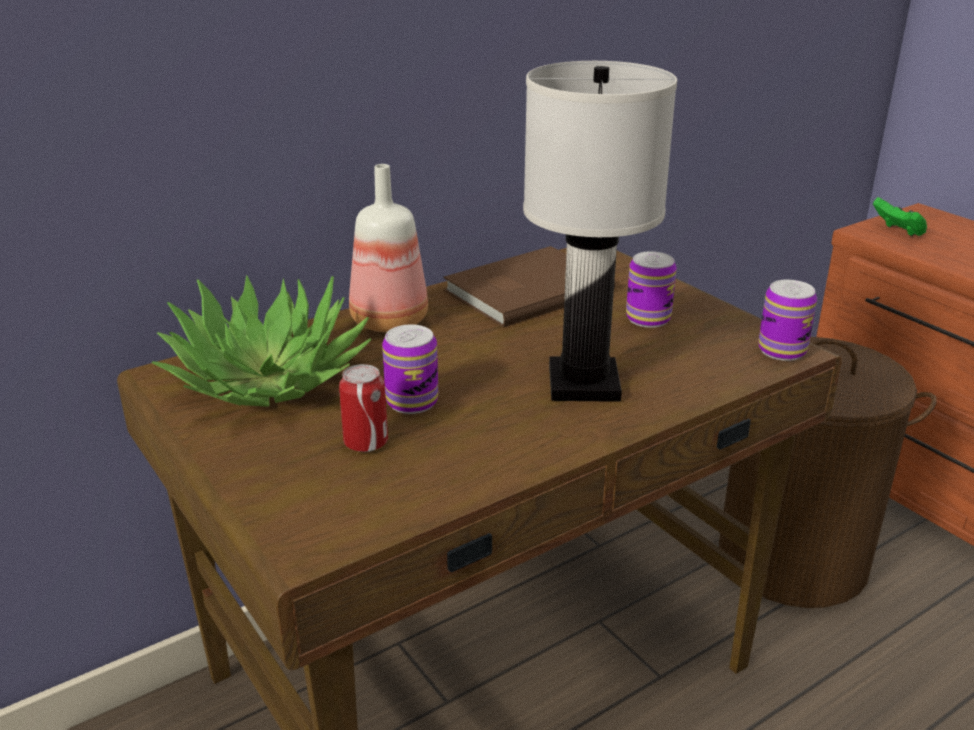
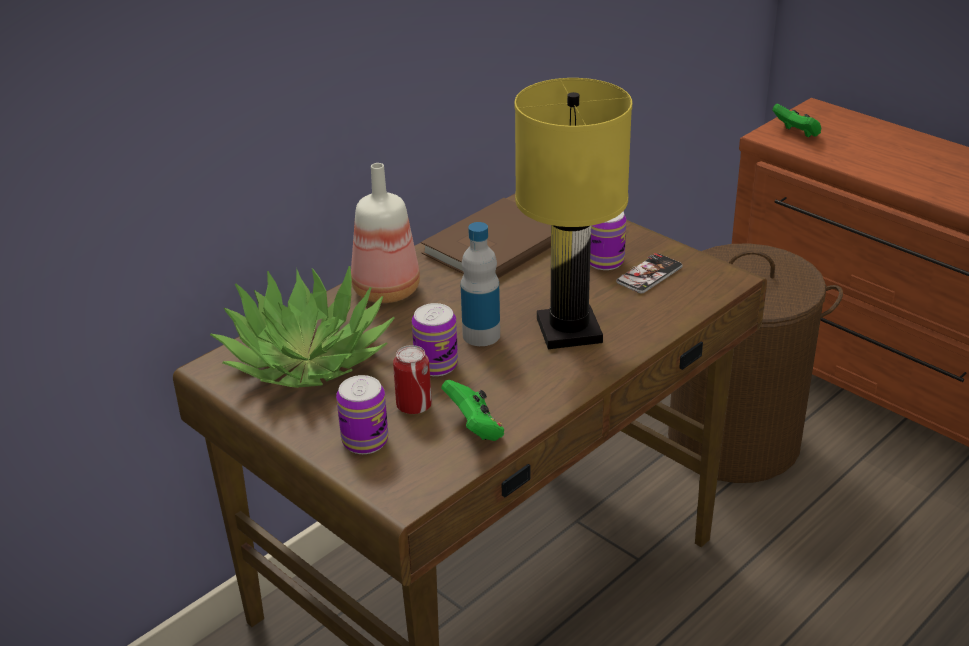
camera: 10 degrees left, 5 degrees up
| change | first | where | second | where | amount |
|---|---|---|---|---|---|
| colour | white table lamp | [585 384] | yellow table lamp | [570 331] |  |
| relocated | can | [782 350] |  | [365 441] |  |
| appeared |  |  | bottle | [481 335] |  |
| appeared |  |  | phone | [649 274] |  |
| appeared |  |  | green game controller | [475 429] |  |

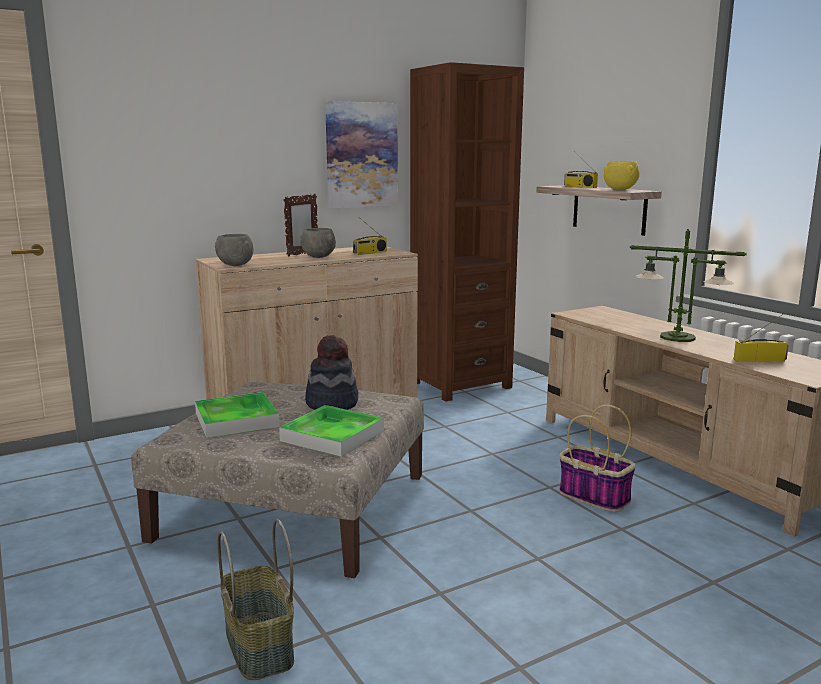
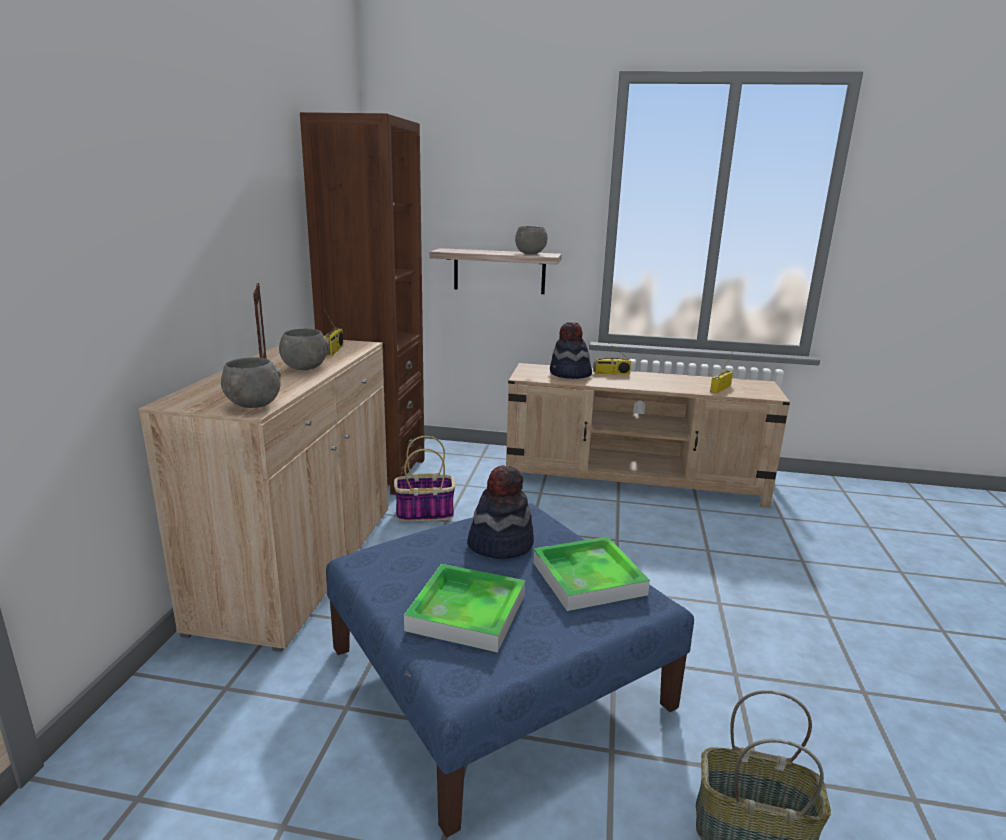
camera: 50 degrees left, 5 degrees up
| change | first | where | second | where | amount |
|---|---|---|---|---|---|
| missing | picture | [361 155] |  |  |  |
| relocated | radio | [579 187] |  | [611 373] |  |
| colour | yellow bowl | [620 190] | grey bowl | [530 254] |  |
| missing | table lamp | [678 337] |  |  |  |
| colour | beige ottoman | [294 506] | blue ottoman | [495 677] |  |
| relocated | basket | [592 496] |  | [424 513] |  |
| appeared |  |  | hat | [570 374] |  |

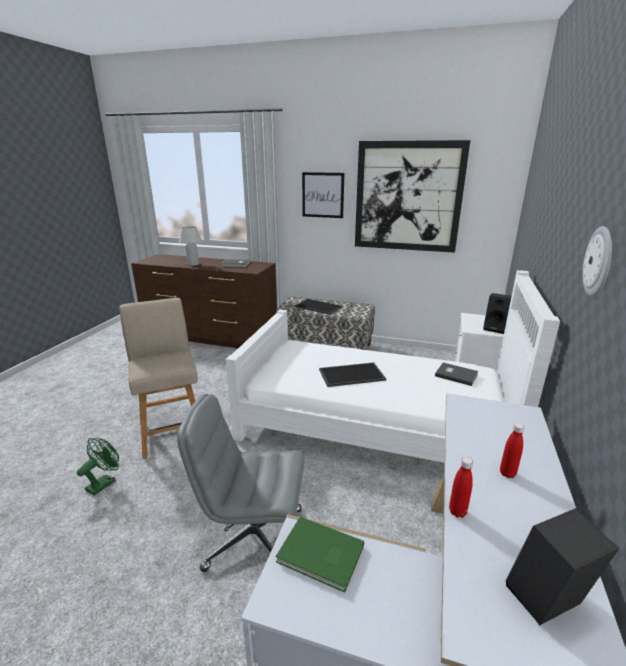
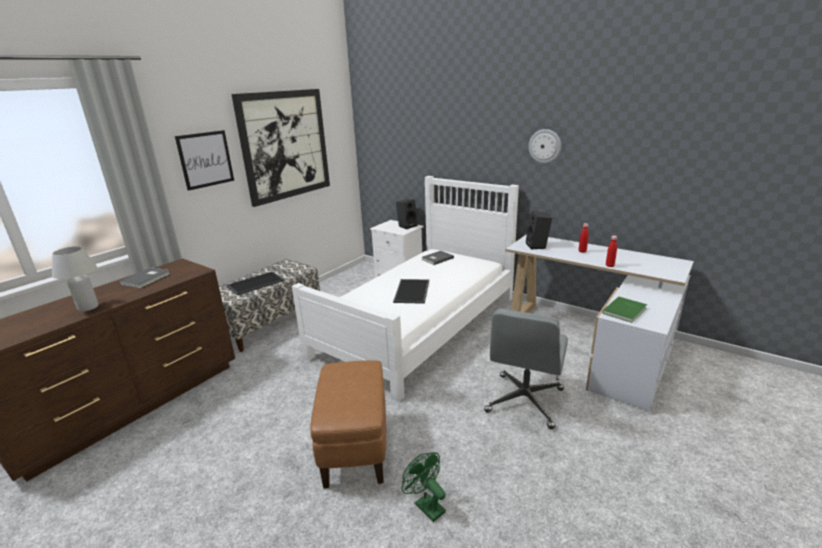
camera: 70 degrees left, 0 degrees up
| change | first | where | second | where | amount |
|---|---|---|---|---|---|
| exchanged | beige chair | [172 430] | brown ottoman | [355 448] |  |
| relocated | black speaker | [546 602] |  | [538 246] |  |

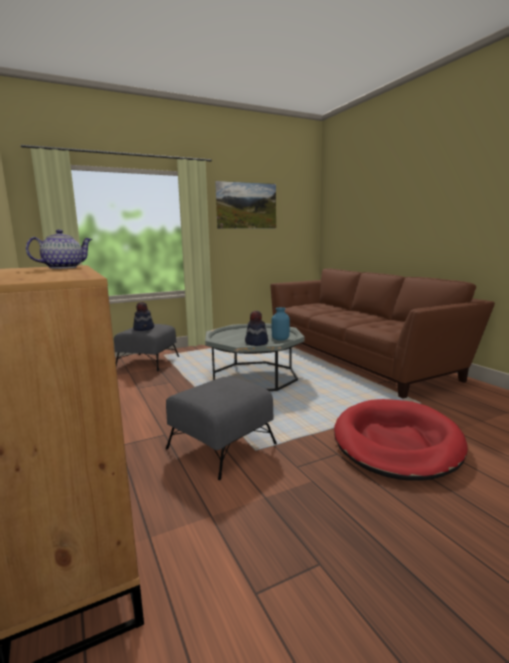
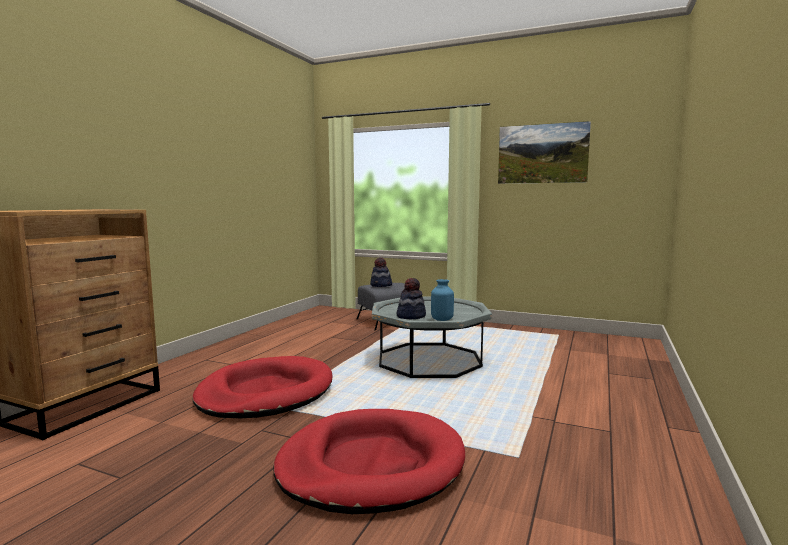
camera: 50 degrees right, 5 degrees down
| change | first | where | second | where | amount |
|---|---|---|---|---|---|
| missing | teapot | [63 268] |  |  |  |
| missing | brown sofa | [358 357] |  |  |  |
| exchanged | grey ottoman | [220 446] | red dog bed | [266 393] |  |

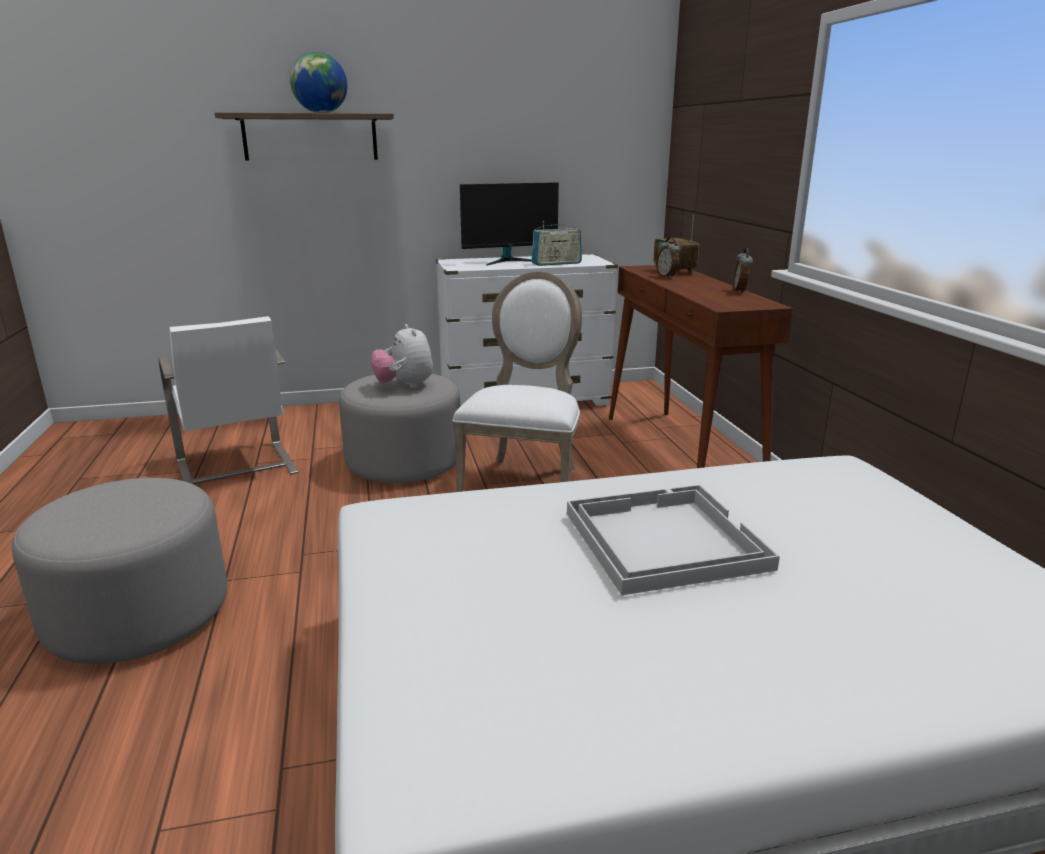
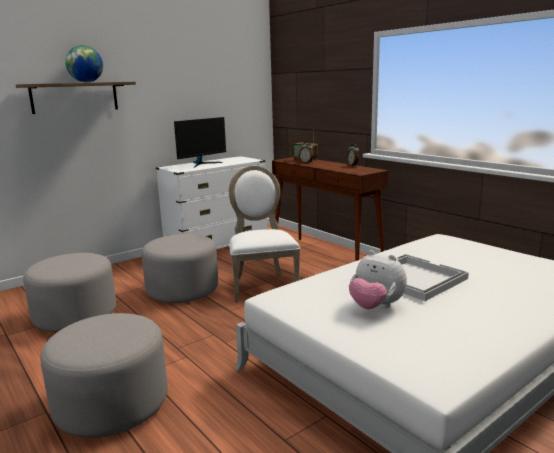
camera: 25 degrees left, 5 degrees down
| change | first | where | second | where | amount |
|---|---|---|---|---|---|
| missing | radio | [556 263] |  |  |  |
| exchanged | white chair | [236 468] | grey ottoman | [75 316] |  |
| relocated | plush toy | [404 386] |  | [375 307] |  |

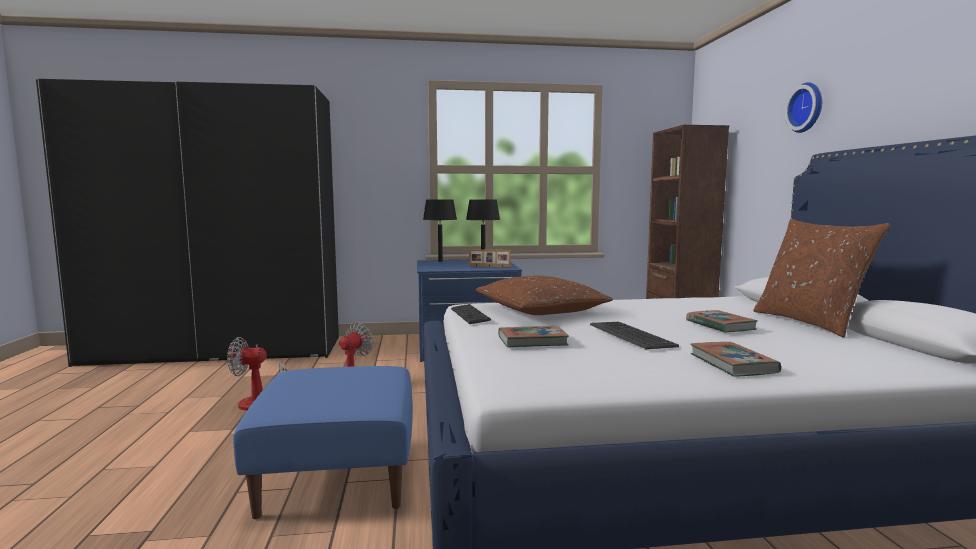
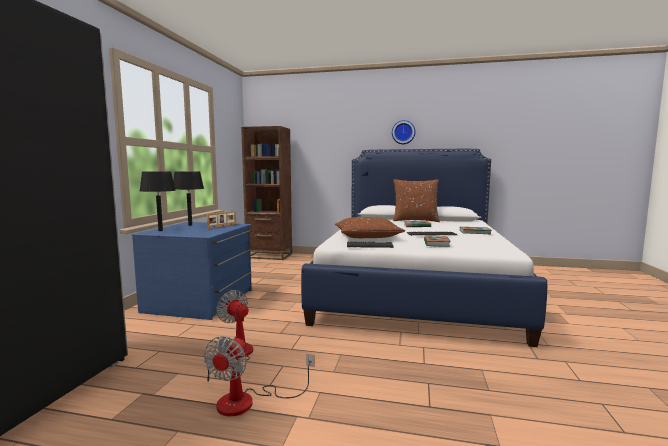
camera: 70 degrees left, 0 degrees up
| change | first | where | second | where | amount |
|---|---|---|---|---|---|
| relocated | wall clock | [807 108] |  | [403 132] |  |
| missing | blue ottoman | [338 475] |  |  |  |

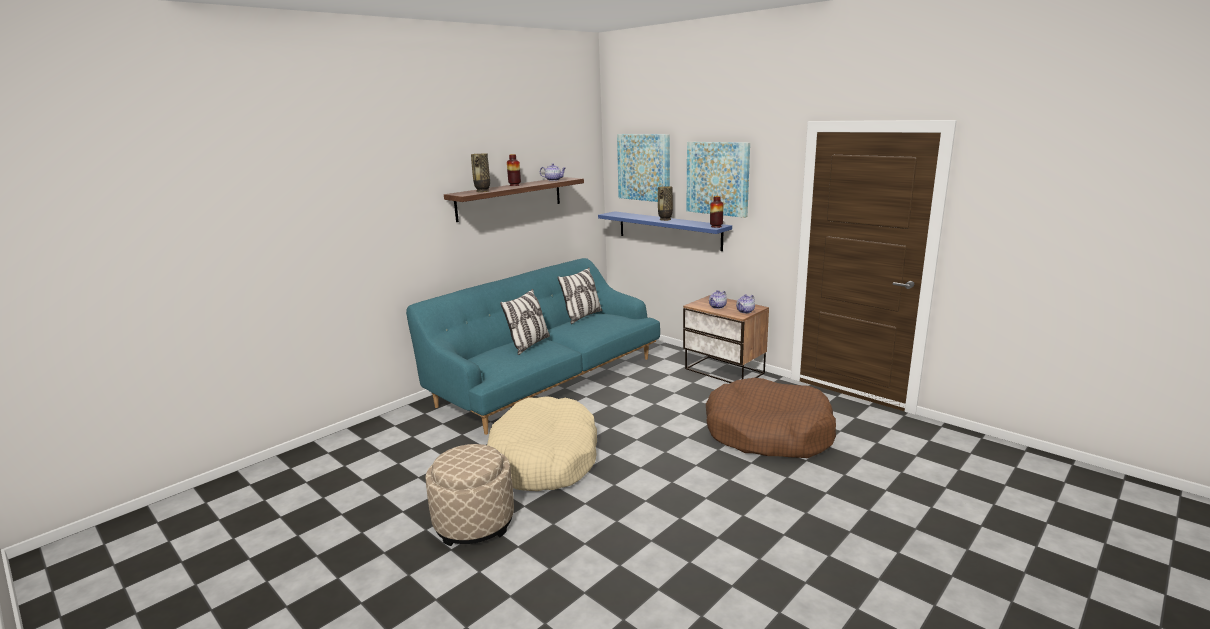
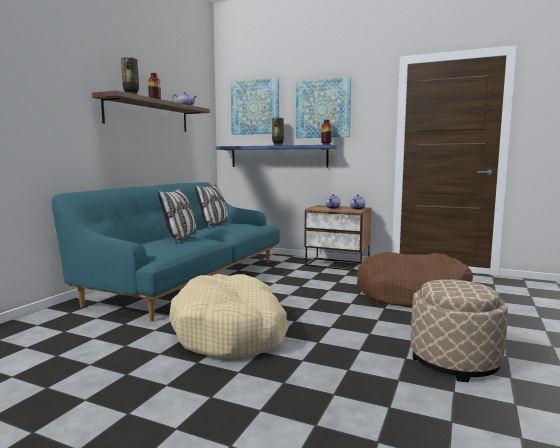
camera: 20 degrees left, 10 degrees down
| change | first | where | second | where | amount |
|---|---|---|---|---|---|
| relocated | beige ottoman | [474 522] |  | [454 361] |  |

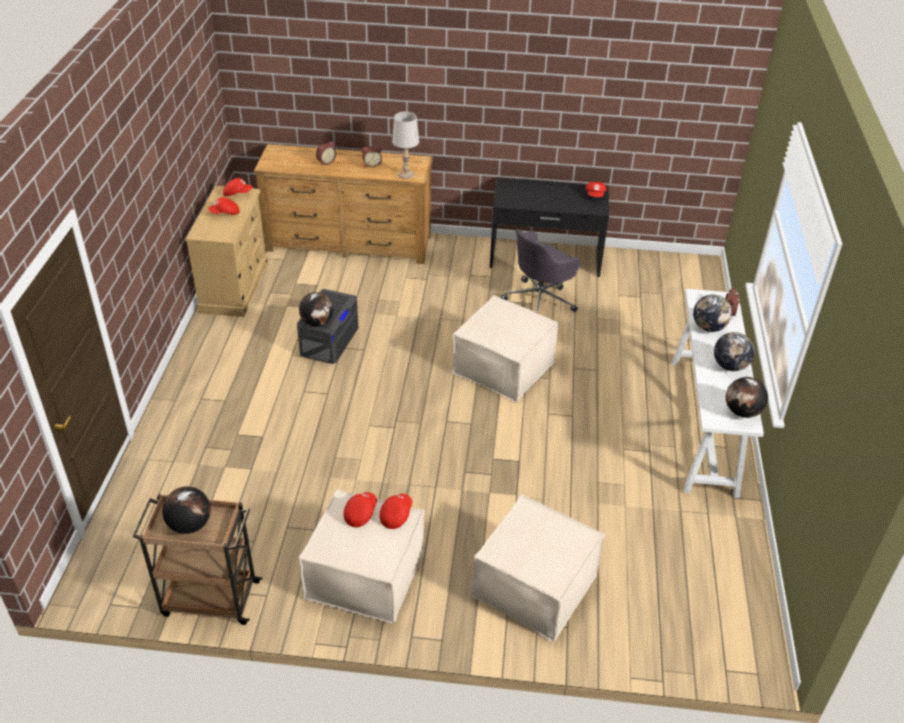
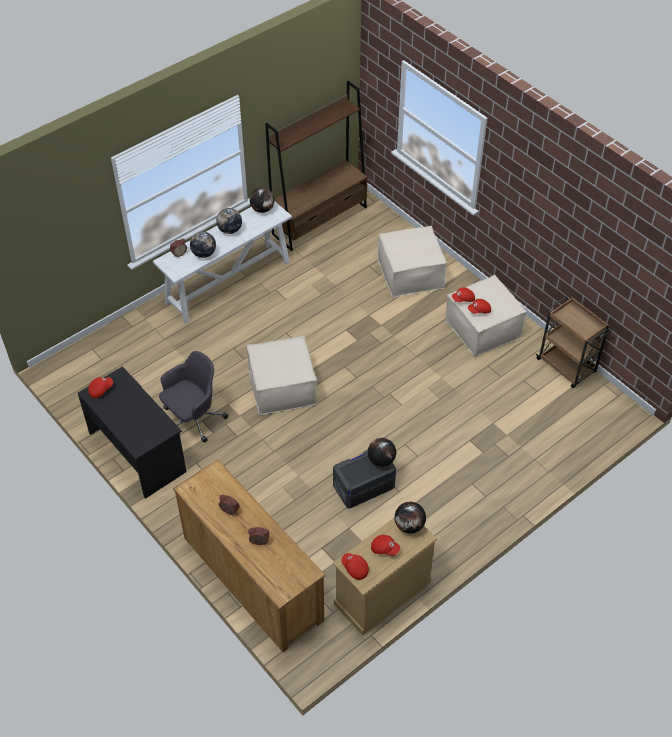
camera: 135 degrees left, 10 degrees up
| change | first | where | second | where | amount |
|---|---|---|---|---|---|
| missing | white table lamp | [406 174] |  |  |  |
| spun | grey office chair | [540 300] |  | [193 419] | 45 degrees counterclockwise |
| relocated | globe | [189 525] |  | [409 526] |  |
| appeared |  |  | brown bookcase | [320 220] |  |

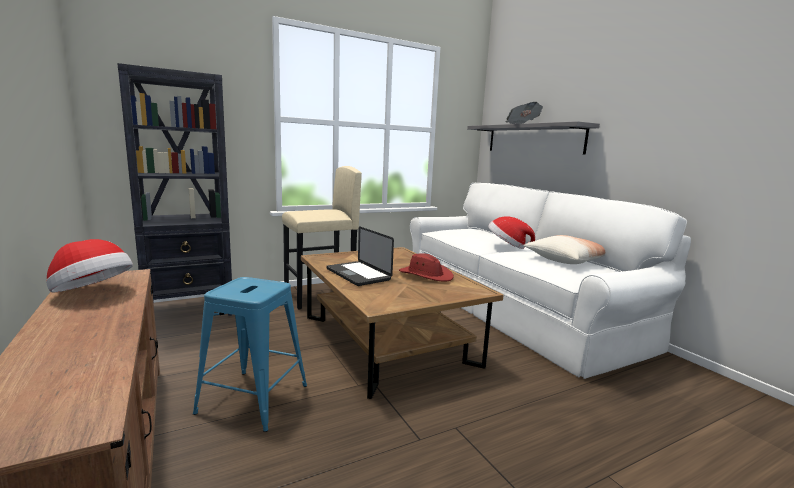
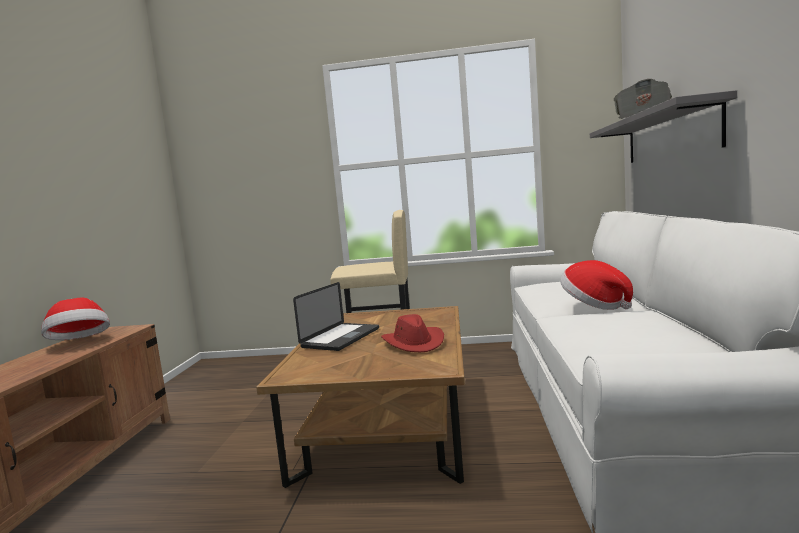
camera: 35 degrees right, 5 degrees down
| change | first | where | second | where | amount |
|---|---|---|---|---|---|
| missing | black bookcase | [191 310] |  |  |  |
| spun | laptop | [358 274] |  | [341 338] | 150 degrees counterclockwise |
| missing | pillow | [566 260] |  |  |  |
| missing | blue stool | [253 398] |  |  |  |

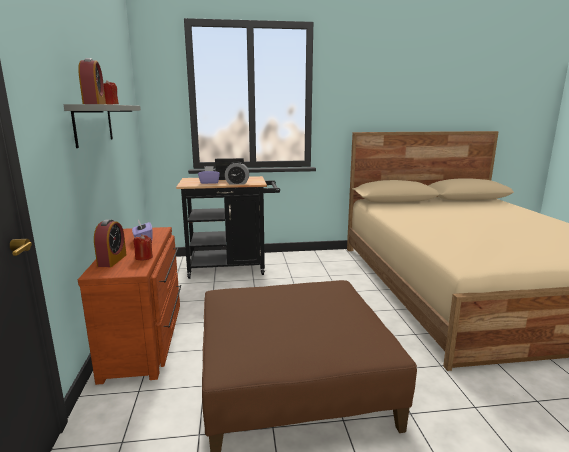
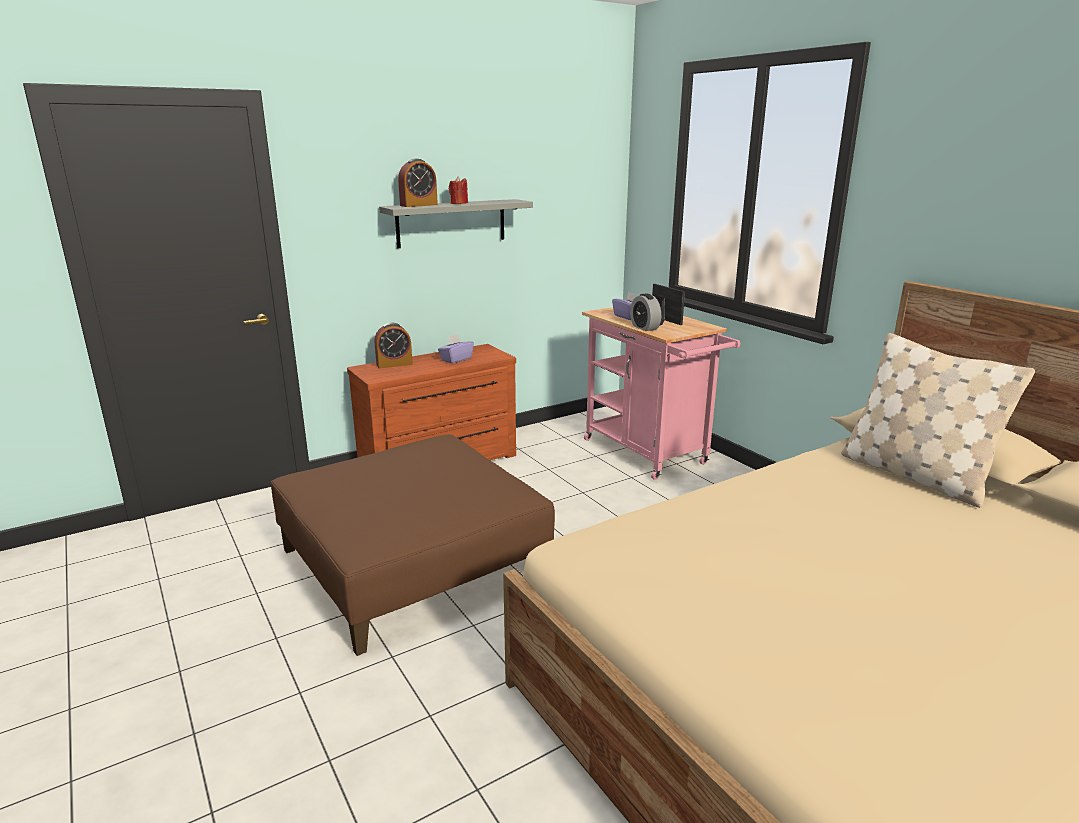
camera: 65 degrees right, 5 degrees up
| change | first | where | second | where | amount |
|---|---|---|---|---|---|
| colour | black cart | [232 268] | pink cart | [650 454] |  |
| missing | red candle | [144 257] |  |  |  |
| appeared |  |  | beige pillow | [914 475] |  |

